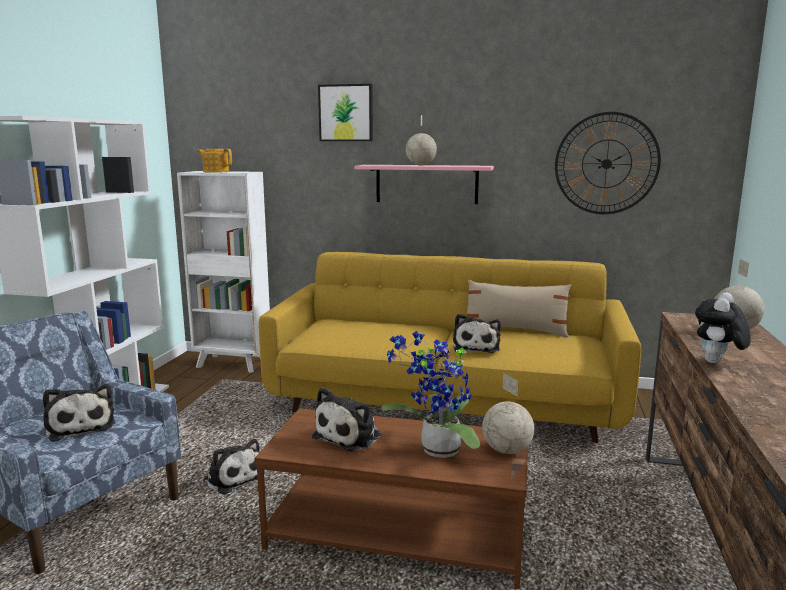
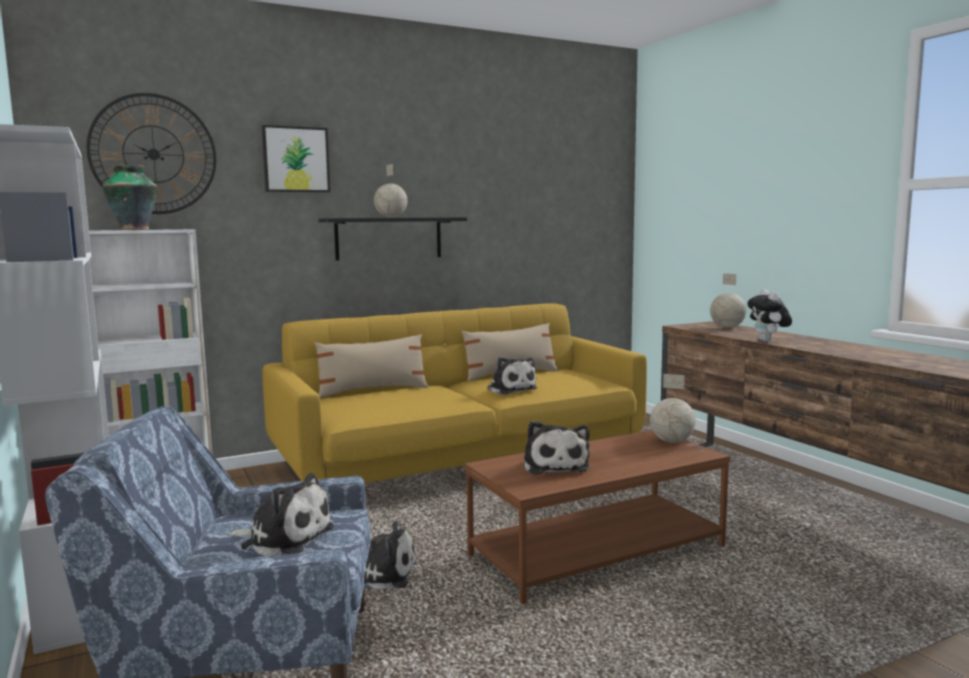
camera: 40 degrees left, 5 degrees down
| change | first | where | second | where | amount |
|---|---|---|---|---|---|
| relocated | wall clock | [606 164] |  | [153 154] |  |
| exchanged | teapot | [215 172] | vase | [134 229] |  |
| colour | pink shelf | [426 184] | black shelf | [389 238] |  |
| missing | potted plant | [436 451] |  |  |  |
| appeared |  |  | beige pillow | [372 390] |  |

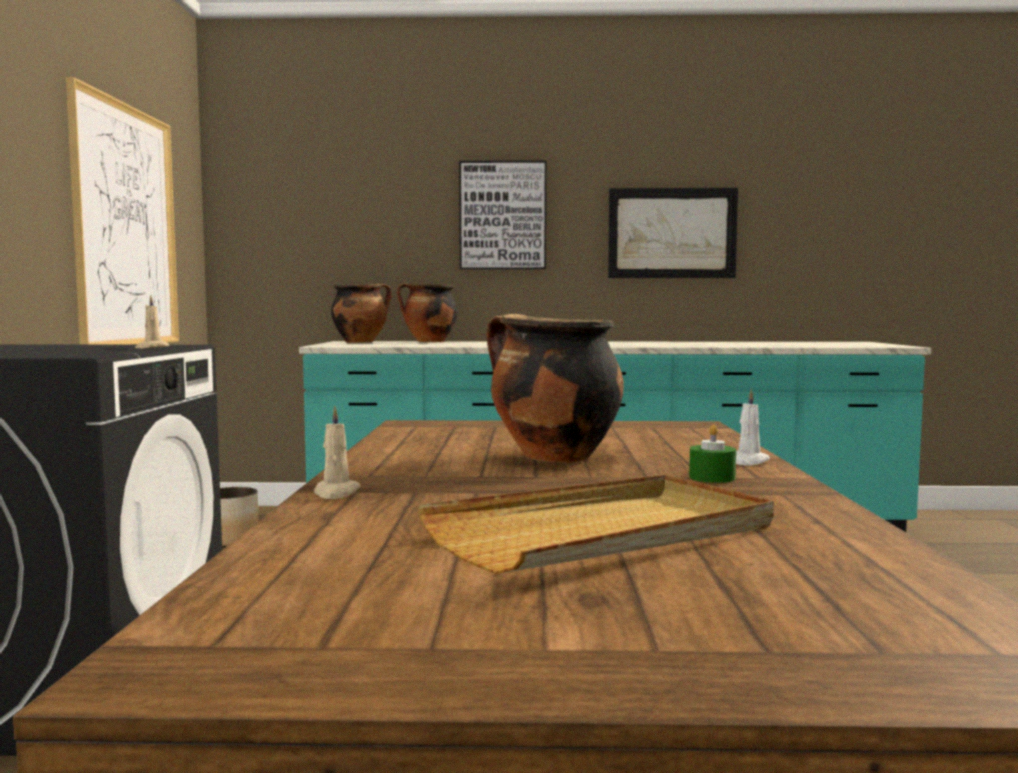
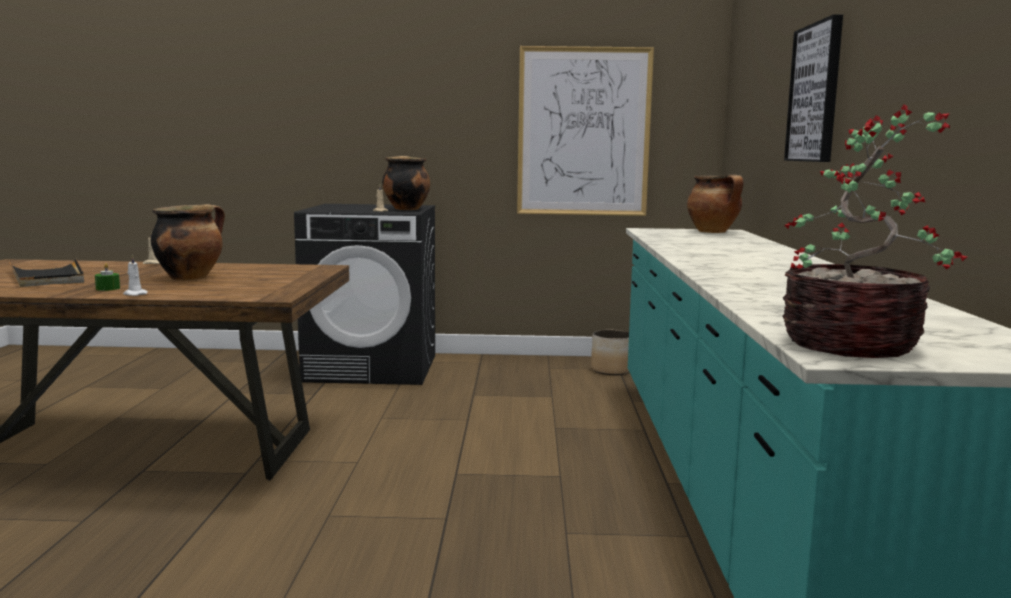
camera: 90 degrees right, 5 degrees up
| change | first | where | second | where | amount |
|---|---|---|---|---|---|
| missing | picture | [671 233] |  |  |  |
| relocated | cooking pot | [429 342] |  | [406 209] |  |
| colour | beige tray | [604 533] | black tray | [48 277] |  |
| appeared |  |  | potted plant | [853 344] |  |

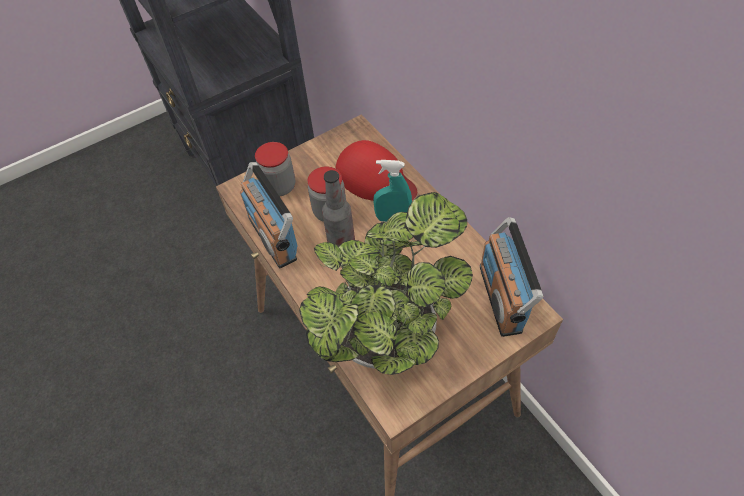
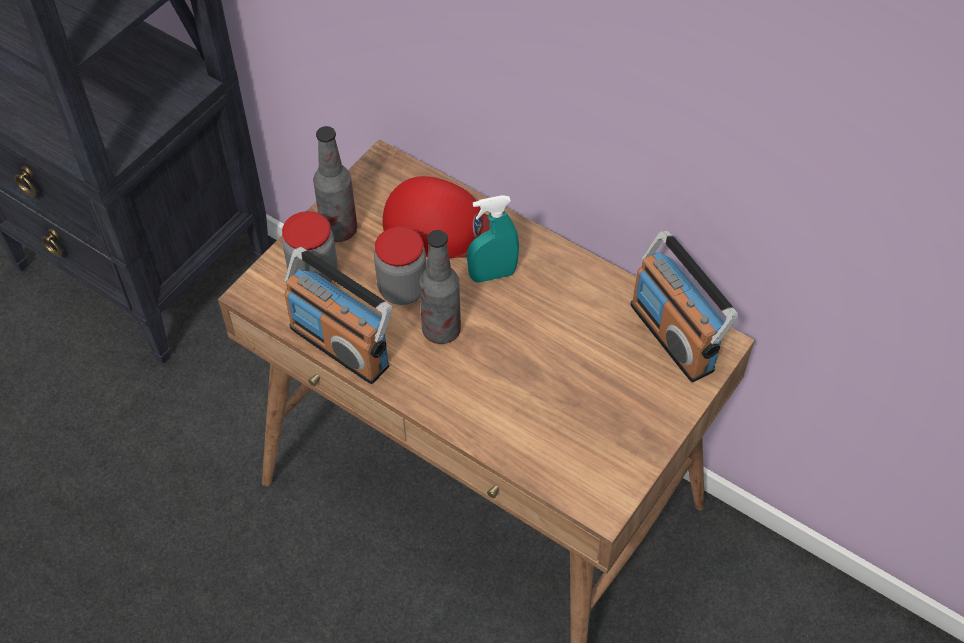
camera: 25 degrees left, 0 degrees up
| change | first | where | second | where | amount |
|---|---|---|---|---|---|
| missing | potted plant | [389 331] |  |  |  |
| appeared |  |  | bottle | [339 230] |  |

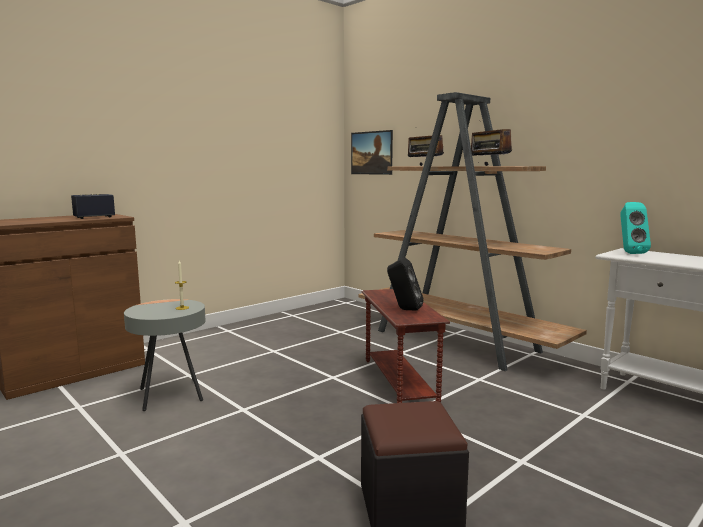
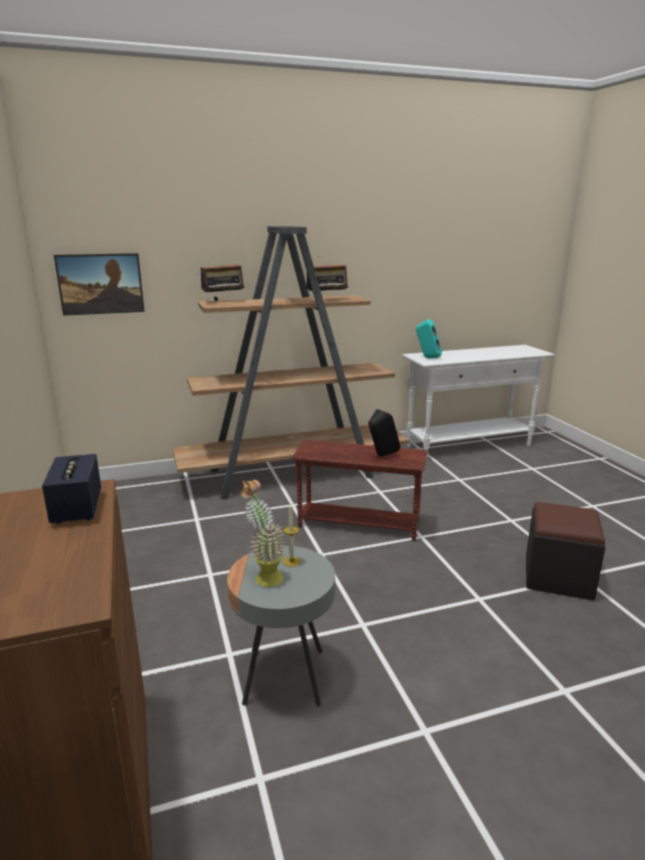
camera: 65 degrees left, 10 degrees up
| change | first | where | second | where | amount |
|---|---|---|---|---|---|
| appeared |  |  | potted plant | [264 576] |  |

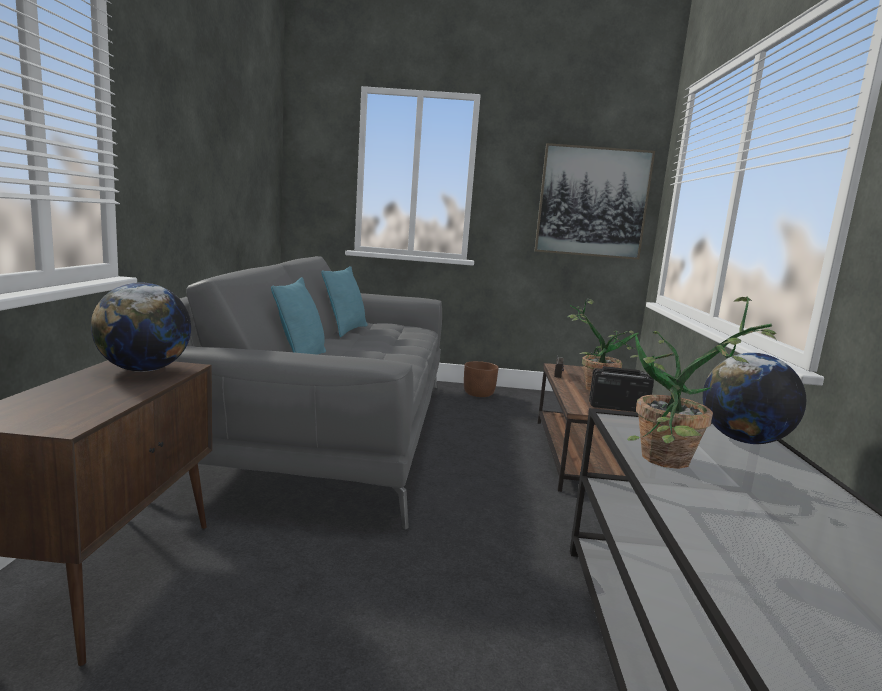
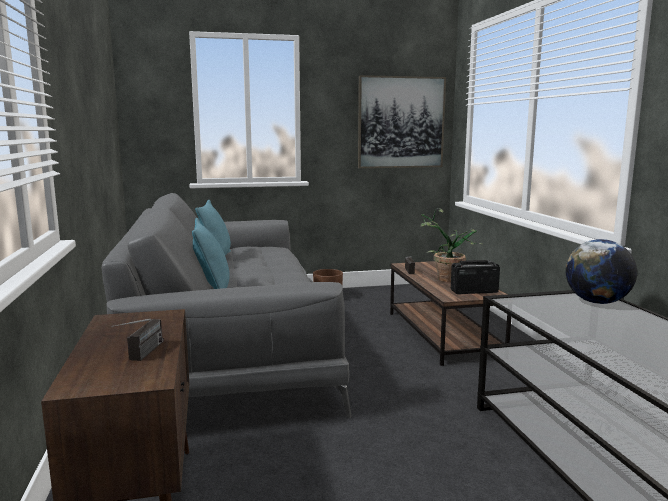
camera: 15 degrees left, 0 degrees up
| change | first | where | second | where | amount |
|---|---|---|---|---|---|
| missing | globe | [144 370] |  |  |  |
| missing | potted plant | [676 464] |  |  |  |
| appeared |  |  | radio | [141 356] |  |

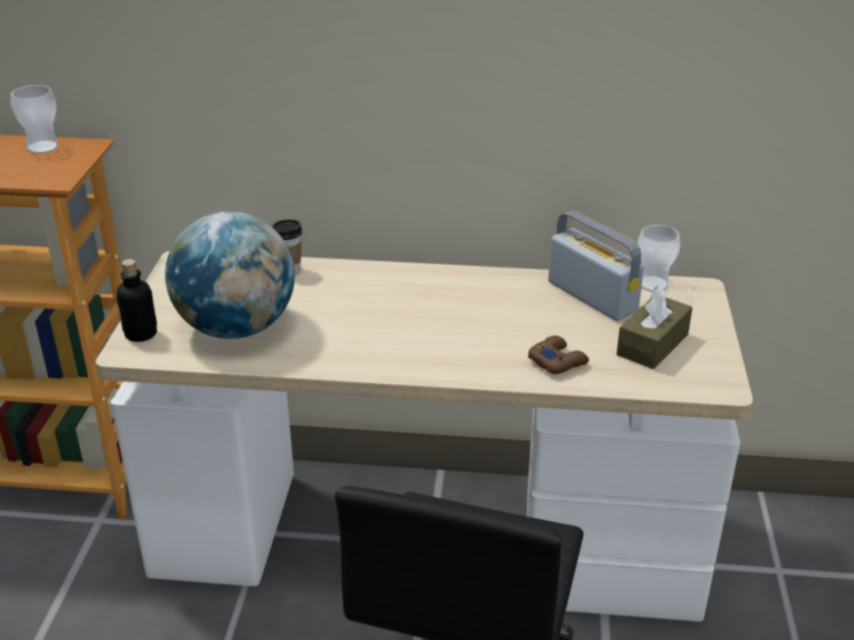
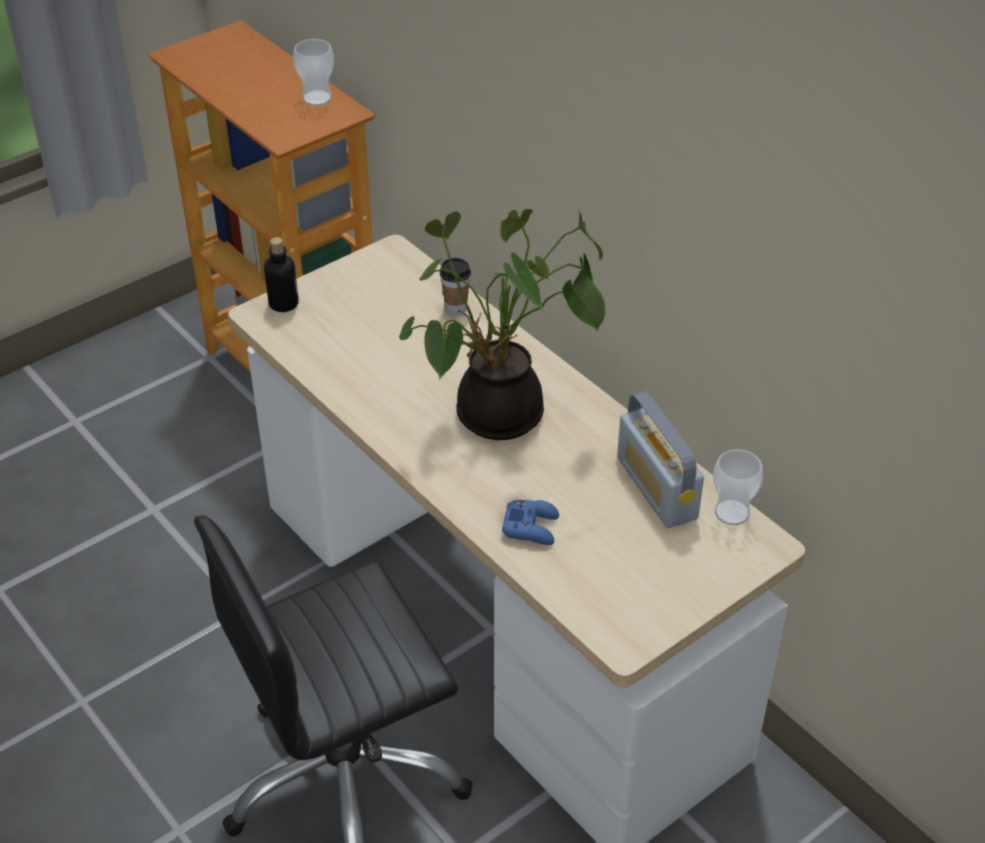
camera: 45 degrees right, 10 degrees up
| change | first | where | second | where | amount |
|---|---|---|---|---|---|
| missing | globe | [236 328] |  |  |  |
| spun | radio | [591 296] |  | [656 488] | 150 degrees clockwise |
| missing | brown tissue box | [652 344] |  |  |  |
| colour | brown game controller | [557 361] | blue game controller | [531 527] |  |
| appeared |  |  | potted plant | [498 420] |  |

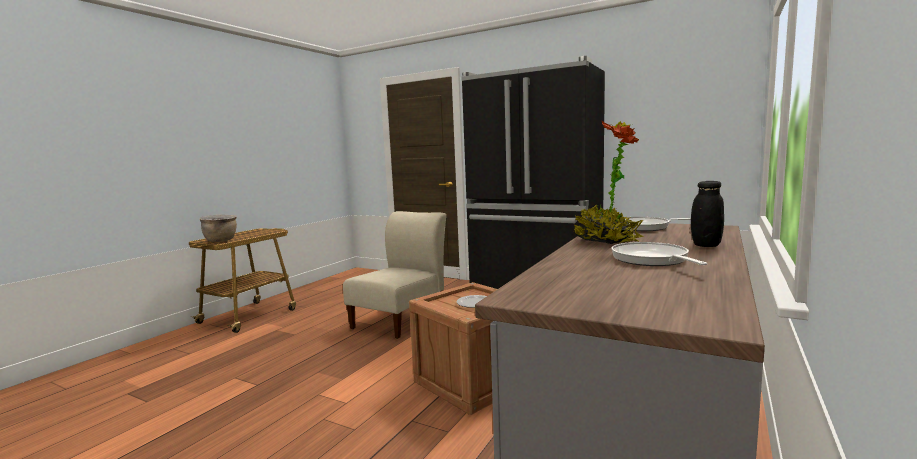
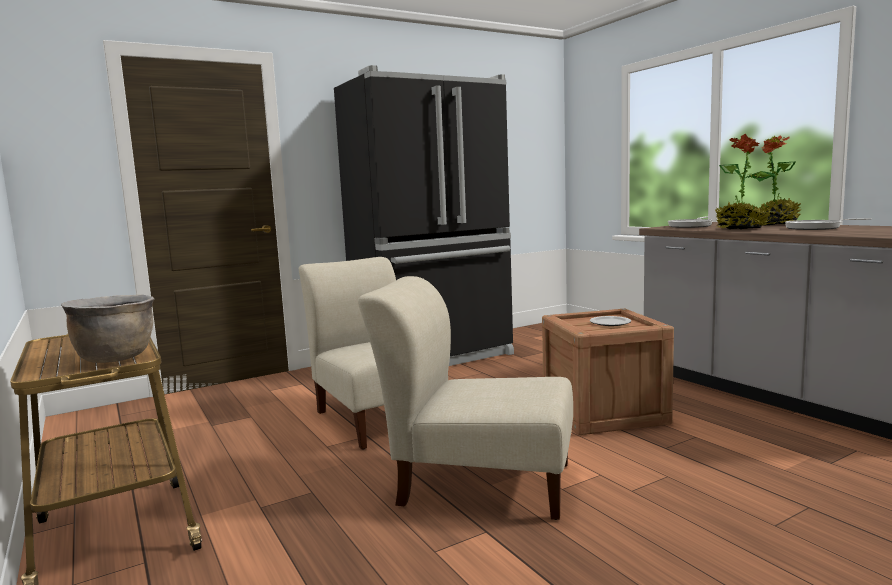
camera: 60 degrees left, 0 degrees up
| change | first | where | second | where | amount |
|---|---|---|---|---|---|
| exchanged | black jar | [706 245] | potted plant | [774 224] |  |
| appeared |  |  | beige chair | [478 482] |  |

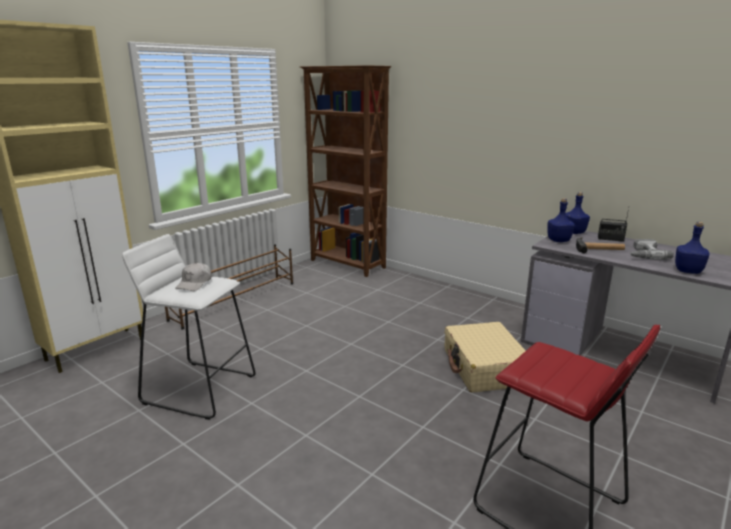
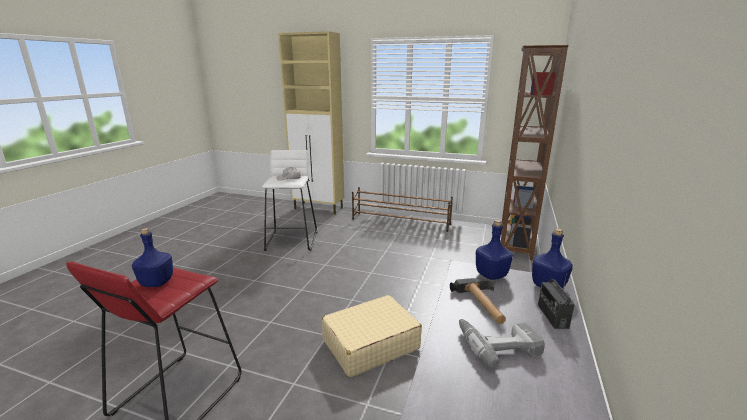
camera: 70 degrees right, 0 degrees up
| change | first | where | second | where | amount |
|---|---|---|---|---|---|
| relocated | blue bottle | [688 271] |  | [156 282] |  |

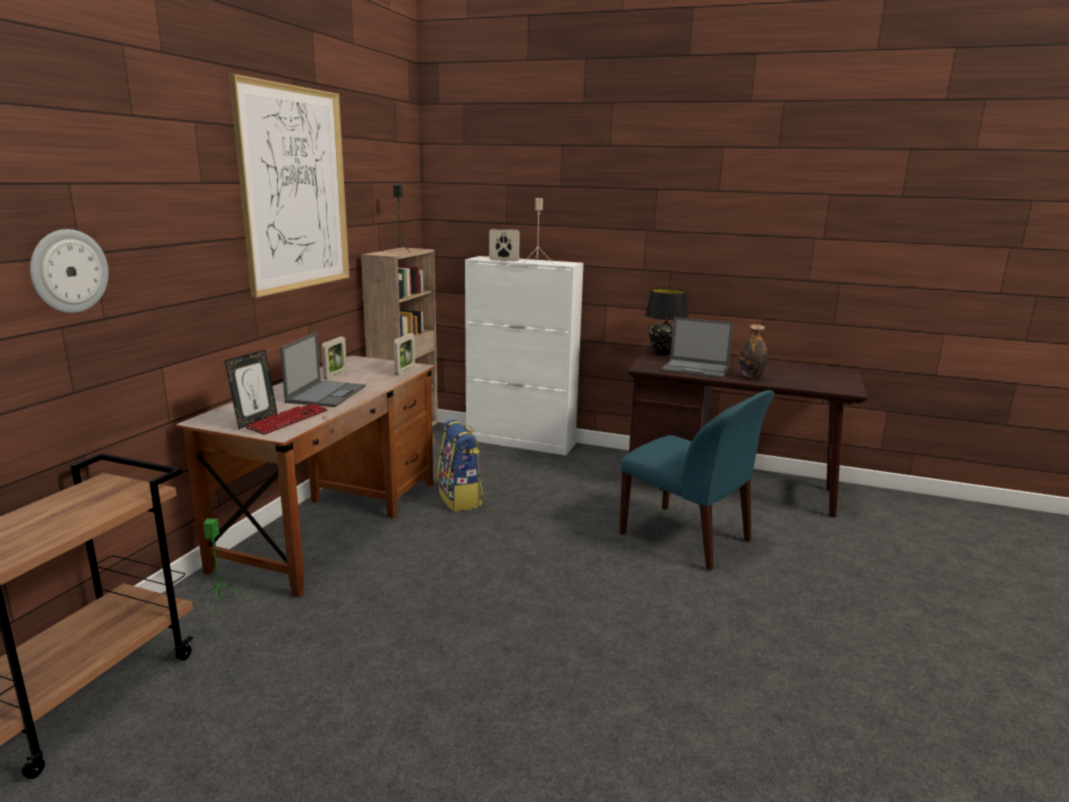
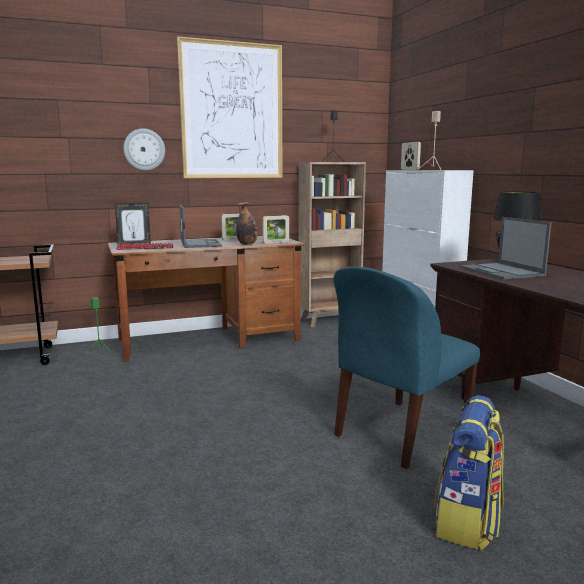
camera: 50 degrees right, 5 degrees down
| change | first | where | second | where | amount |
|---|---|---|---|---|---|
| relocated | wall clock | [68 271] |  | [144 149] |  |
| relocated | bottle | [751 377] |  | [247 244] |  |
| spun | laptop | [326 394] |  | [200 243] | 75 degrees counterclockwise |
| spun | blue chair | [687 538] |  | [400 434] | 45 degrees clockwise |
| relocated | backpack | [461 499] |  | [468 522] |  |

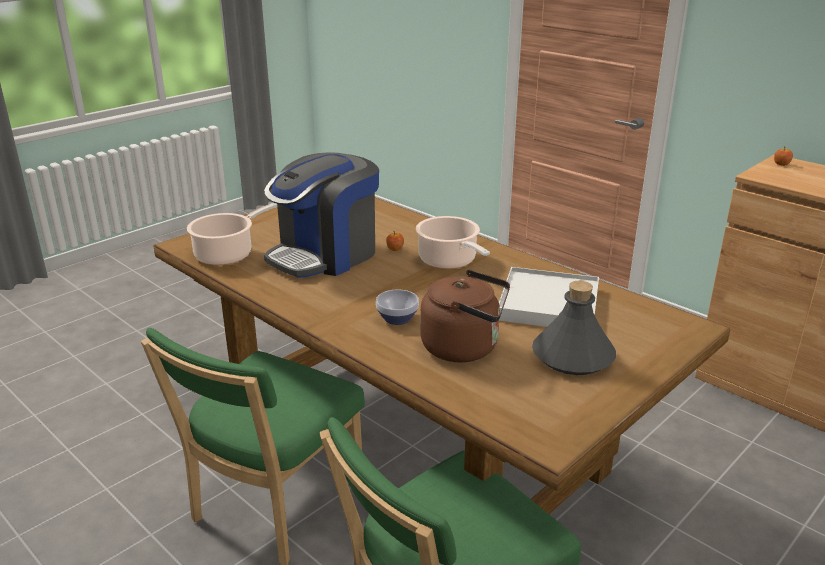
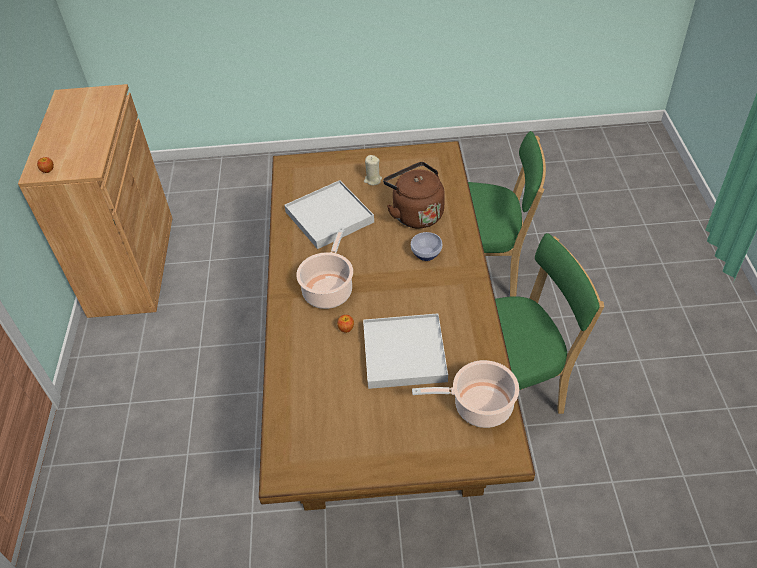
camera: 135 degrees left, 20 degrees up
| change | first | where | second | where | amount |
|---|---|---|---|---|---|
| exchanged | coffee machine | [325 255] | white tray | [404 353] |  |
| exchanged | grey bottle | [573 357] | beige candle | [372 180] |  |

